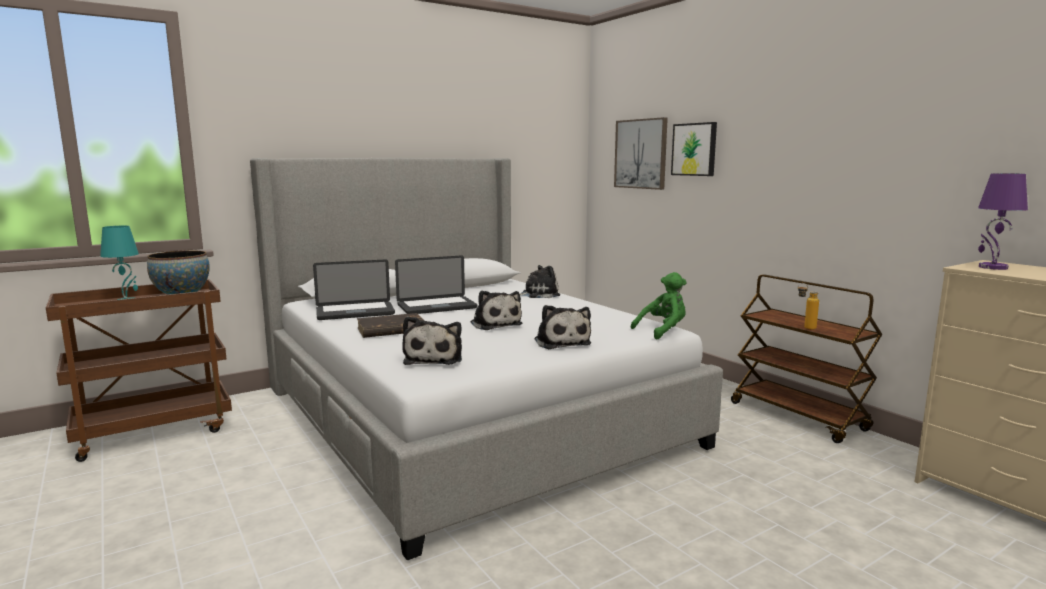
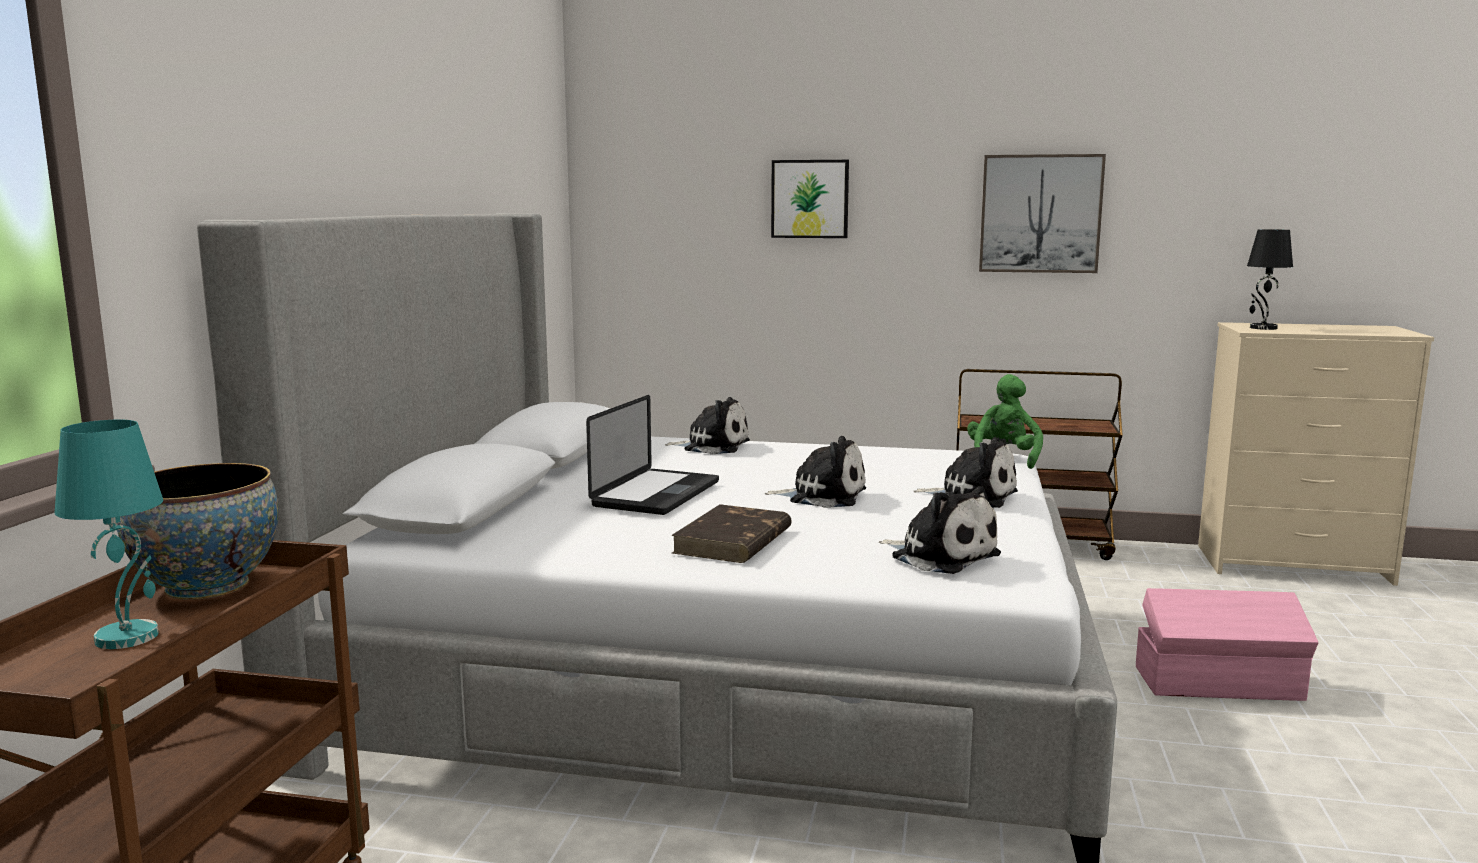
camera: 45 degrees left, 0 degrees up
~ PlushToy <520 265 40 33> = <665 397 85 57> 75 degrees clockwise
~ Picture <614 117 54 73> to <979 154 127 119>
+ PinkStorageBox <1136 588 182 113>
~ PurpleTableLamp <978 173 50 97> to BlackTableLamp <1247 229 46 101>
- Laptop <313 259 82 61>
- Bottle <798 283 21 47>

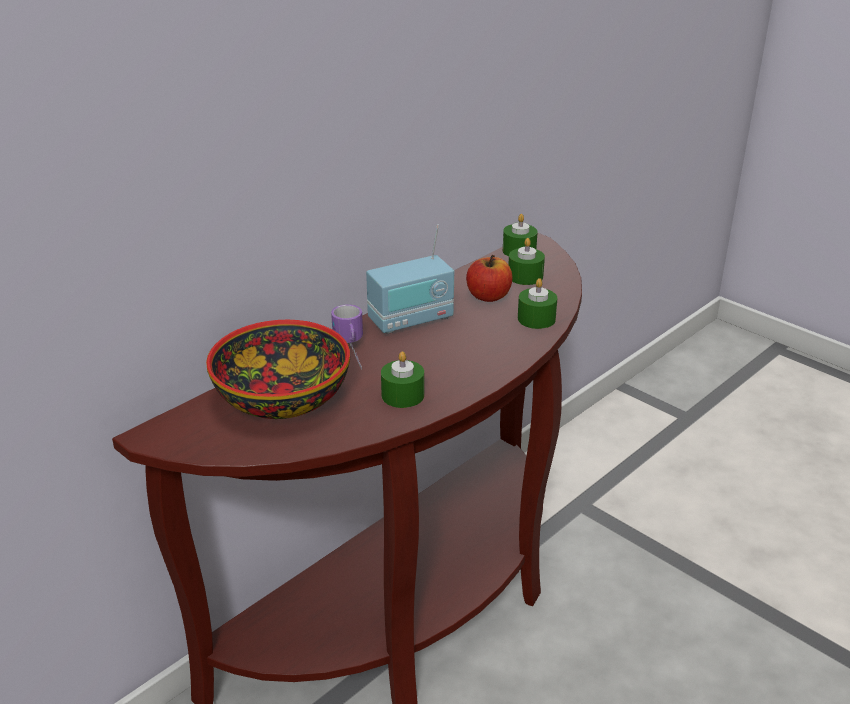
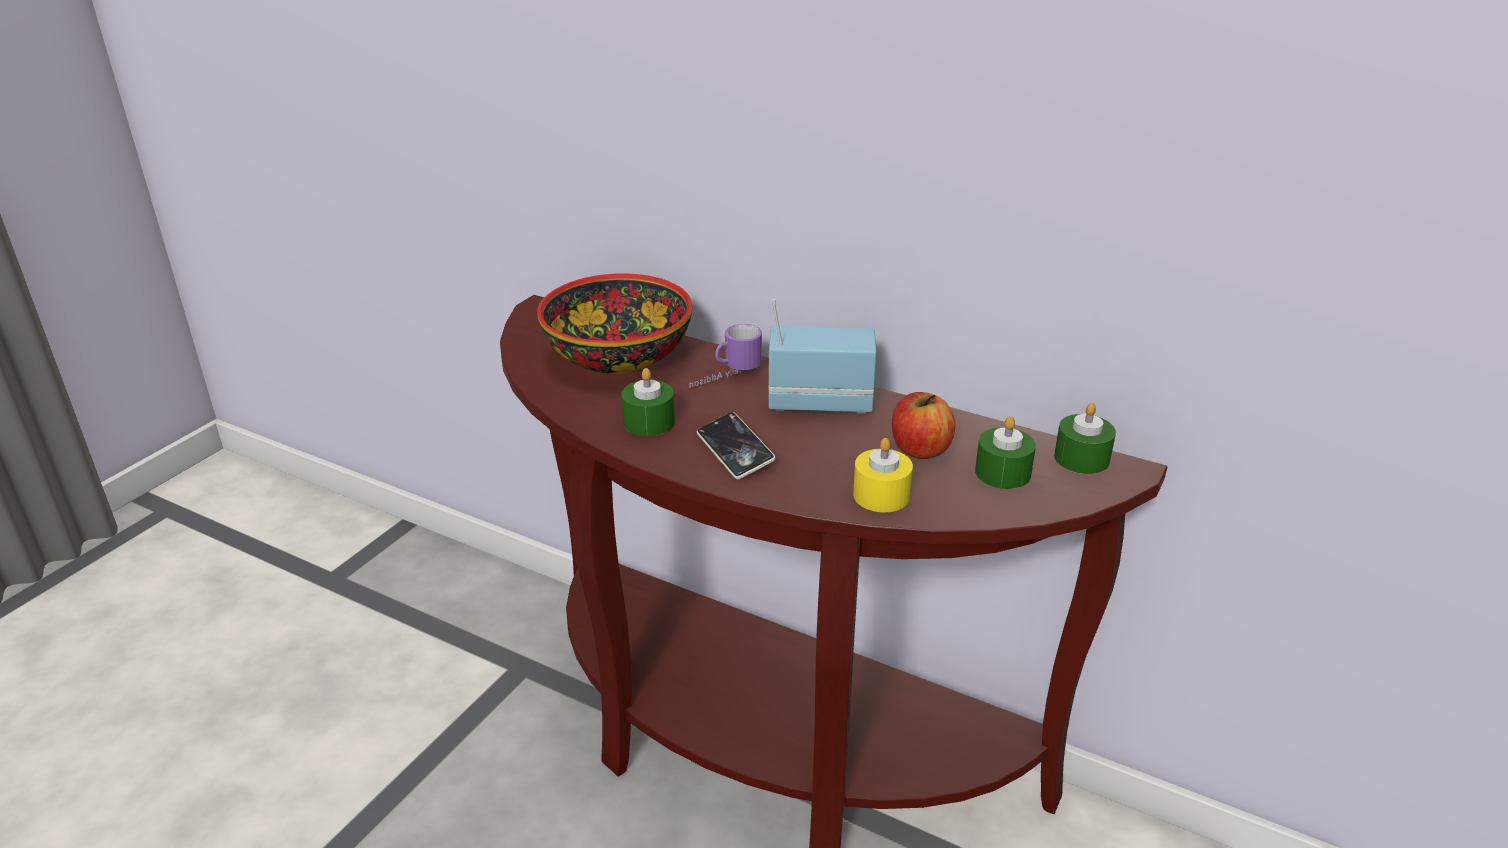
camera: 75 degrees right, 0 degrees up
+ Phone <697 412 78 67>
~ Radio <366 224 88 110> = <768 299 108 115> 135 degrees clockwise
~ GreenCandle <518 278 39 51> to YellowCandle <853 438 60 74>

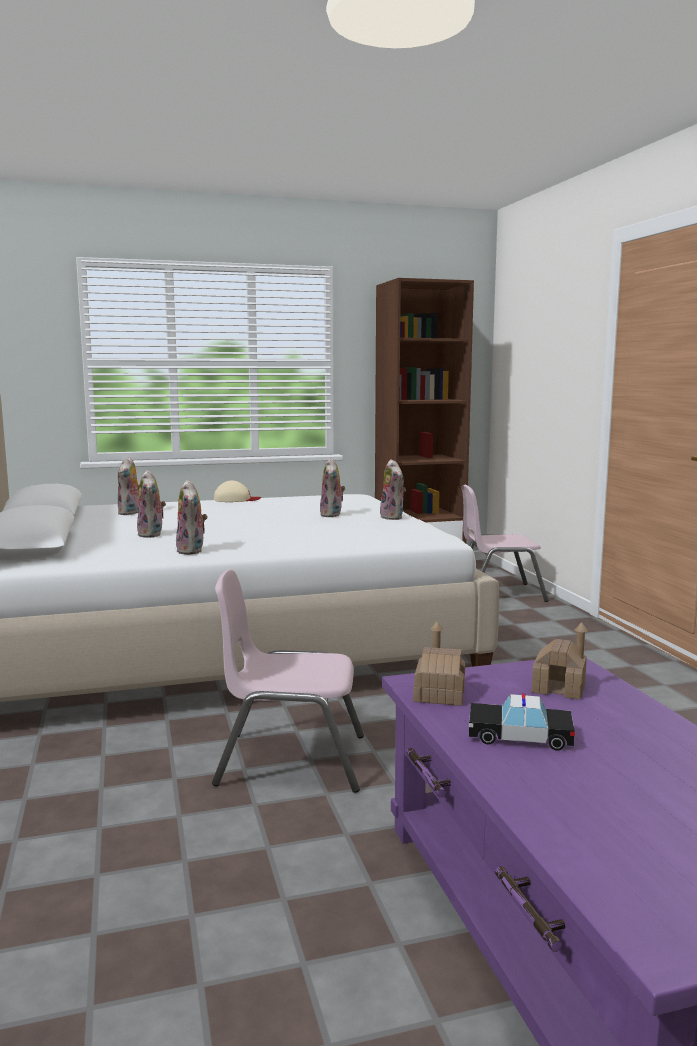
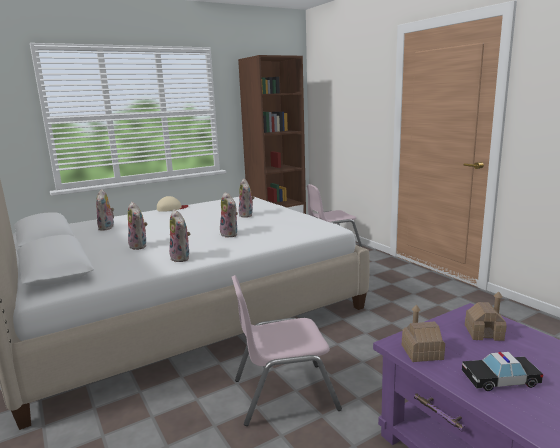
camera: 15 degrees left, 5 degrees up
~ PlushToy <380 459 26 61> to <220 192 18 46>

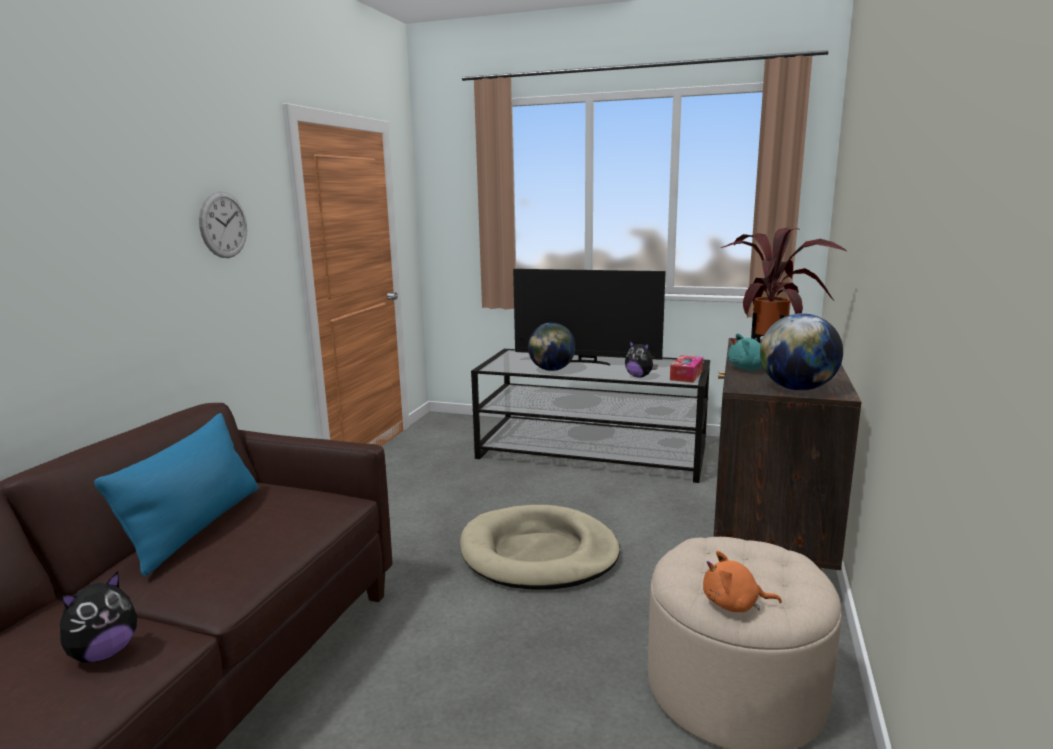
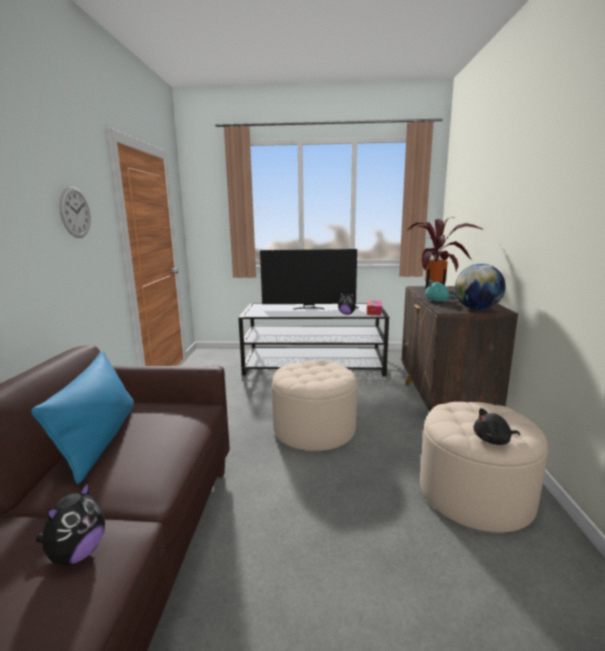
camera: 15 degrees left, 0 degrees up
~ BeigeDogBed <460 505 160 85> to BeigeOttoman <272 360 85 91>
~ OrangePlushToy <703 551 79 61> to BlackPlushToy <474 408 46 37>
- Globe <528 323 48 48>

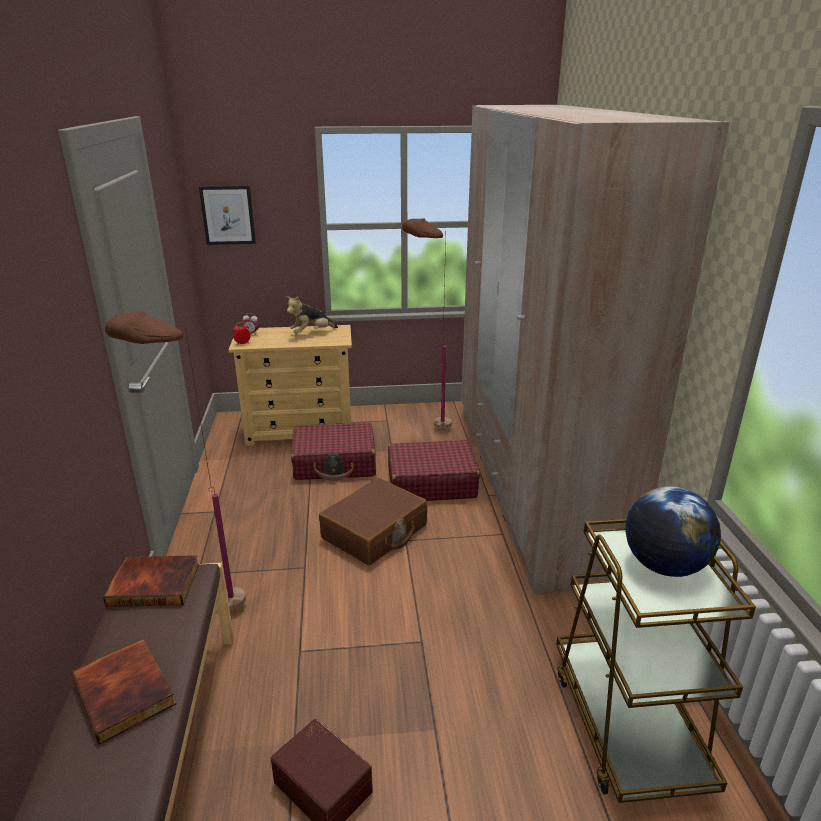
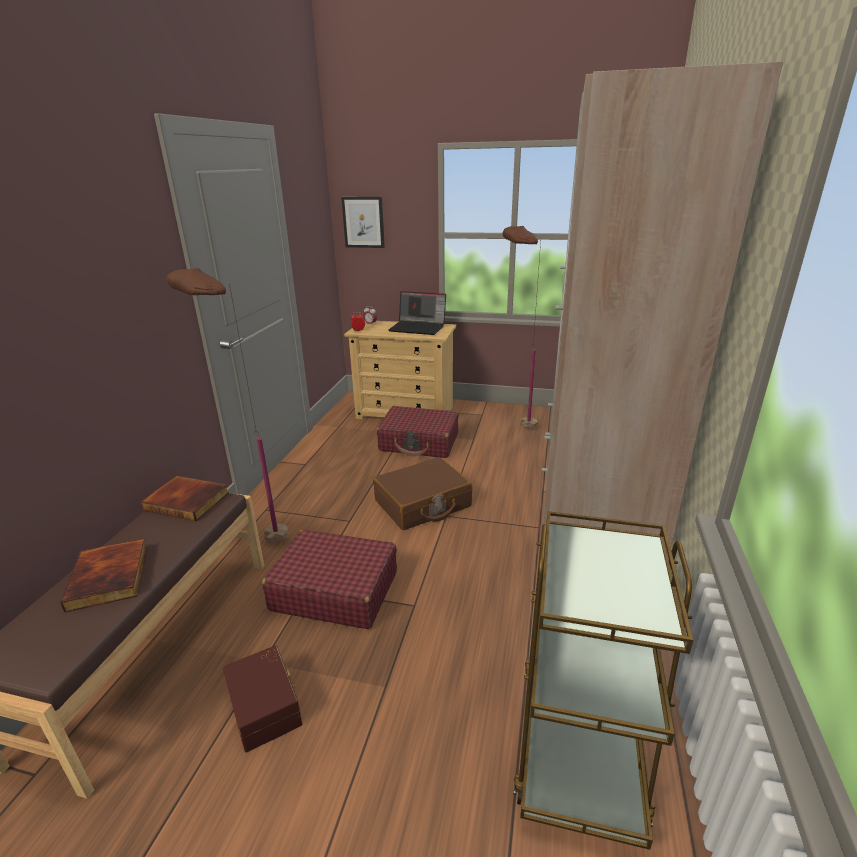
camera: 20 degrees right, 0 degrees up
~ RedSuitcase <388 440 92 61> to <262 530 135 99>
~ PlushToy <286 296 52 38> to Laptop <388 291 58 44>
- Globe <625 486 96 91>

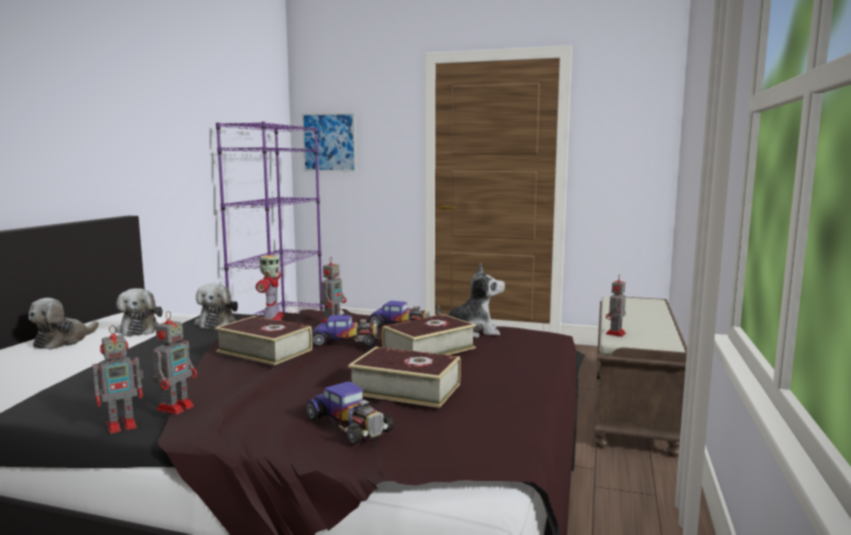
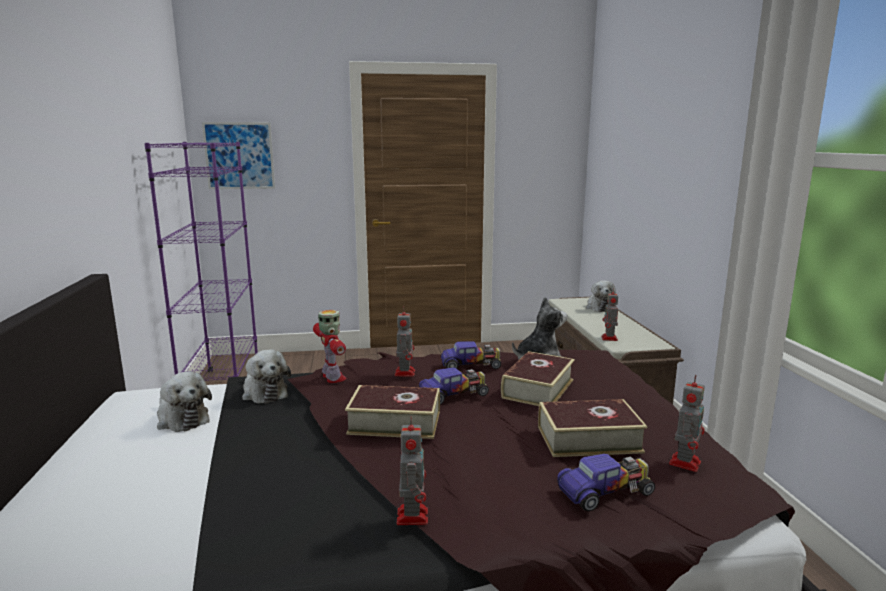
camera: 25 degrees left, 5 degrees up
~ ToyCar <306 382 88 63> = <557 454 98 58> 45 degrees counterclockwise
~ PlushToy <28 298 71 52> to <586 280 30 32>
~ ToyRobot <92 325 52 109> to <669 374 36 98>

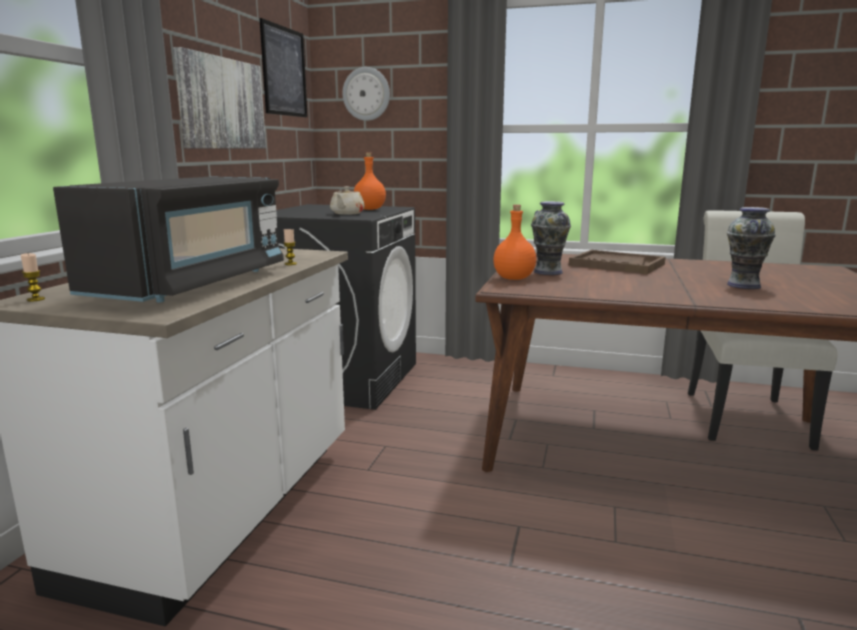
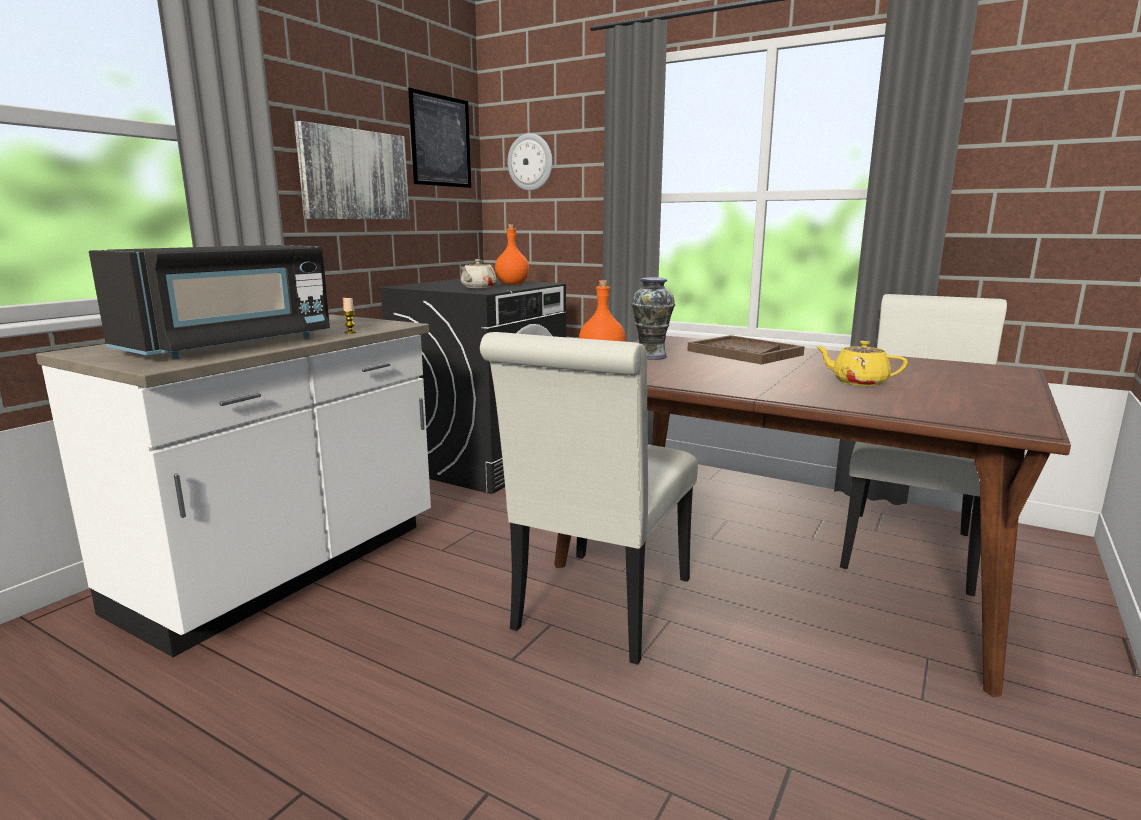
camera: 15 degrees right, 0 degrees up
+ WhiteChair <480 332 218 333>
~ Vase <727 207 48 82> to YellowTeapot <815 341 93 45>
- Candle <21 253 24 49>

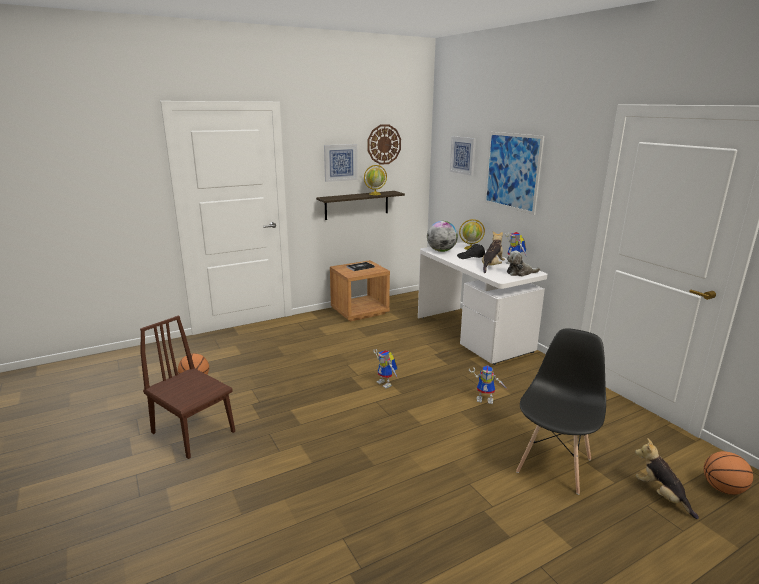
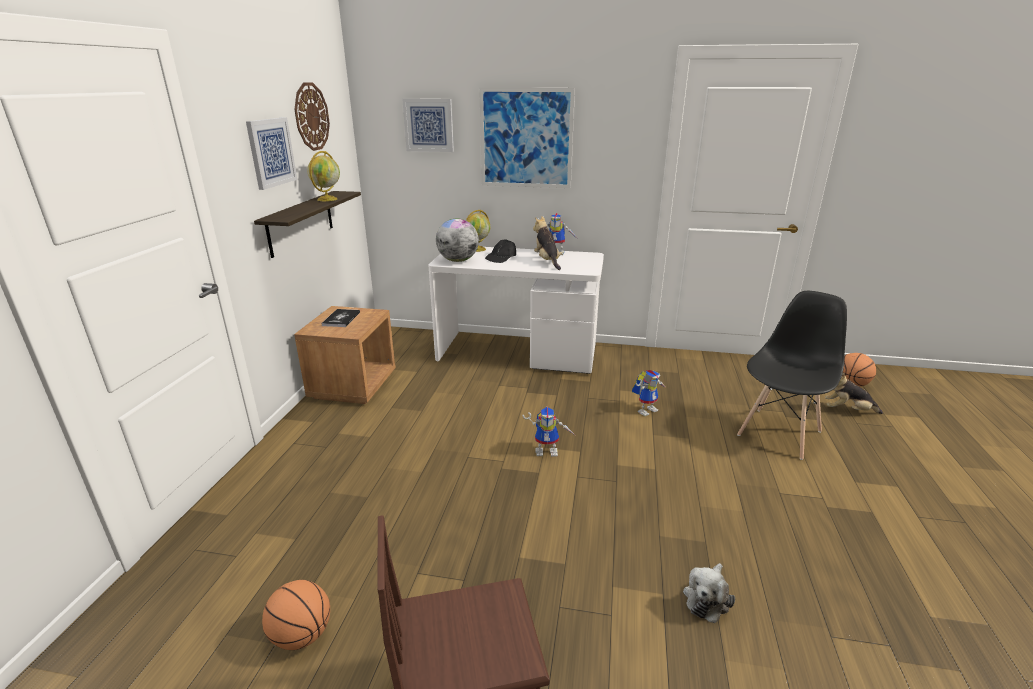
camera: 50 degrees left, 5 degrees up
~ PlushToy <507 251 33 25> to <683 563 52 61>
~ BlackChair <516 328 90 167> = <737 291 110 169> 60 degrees clockwise

